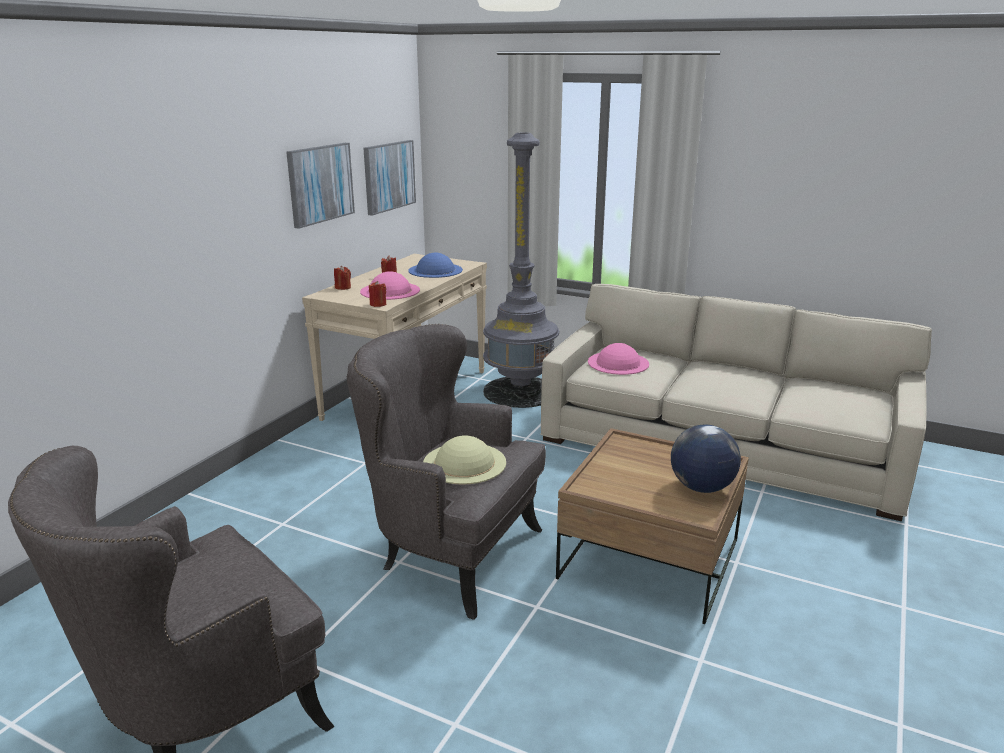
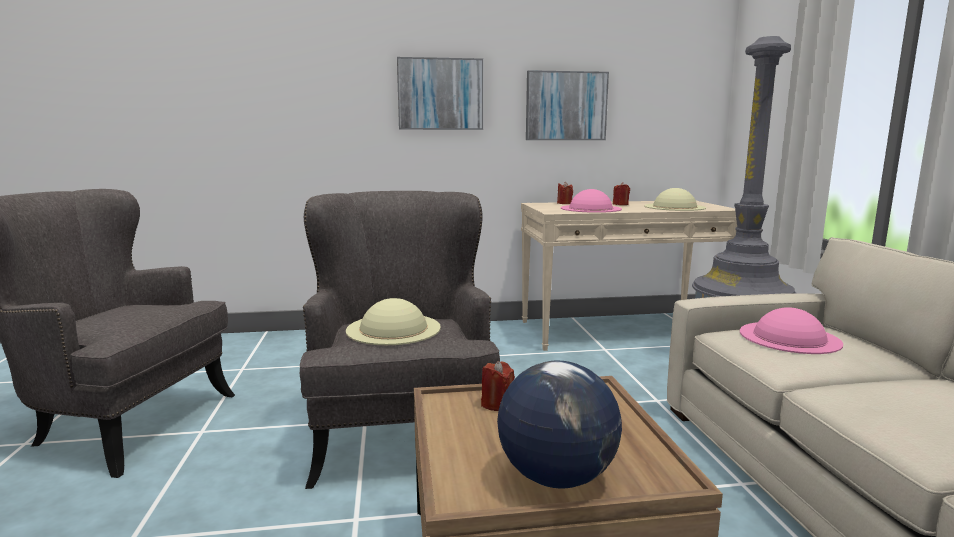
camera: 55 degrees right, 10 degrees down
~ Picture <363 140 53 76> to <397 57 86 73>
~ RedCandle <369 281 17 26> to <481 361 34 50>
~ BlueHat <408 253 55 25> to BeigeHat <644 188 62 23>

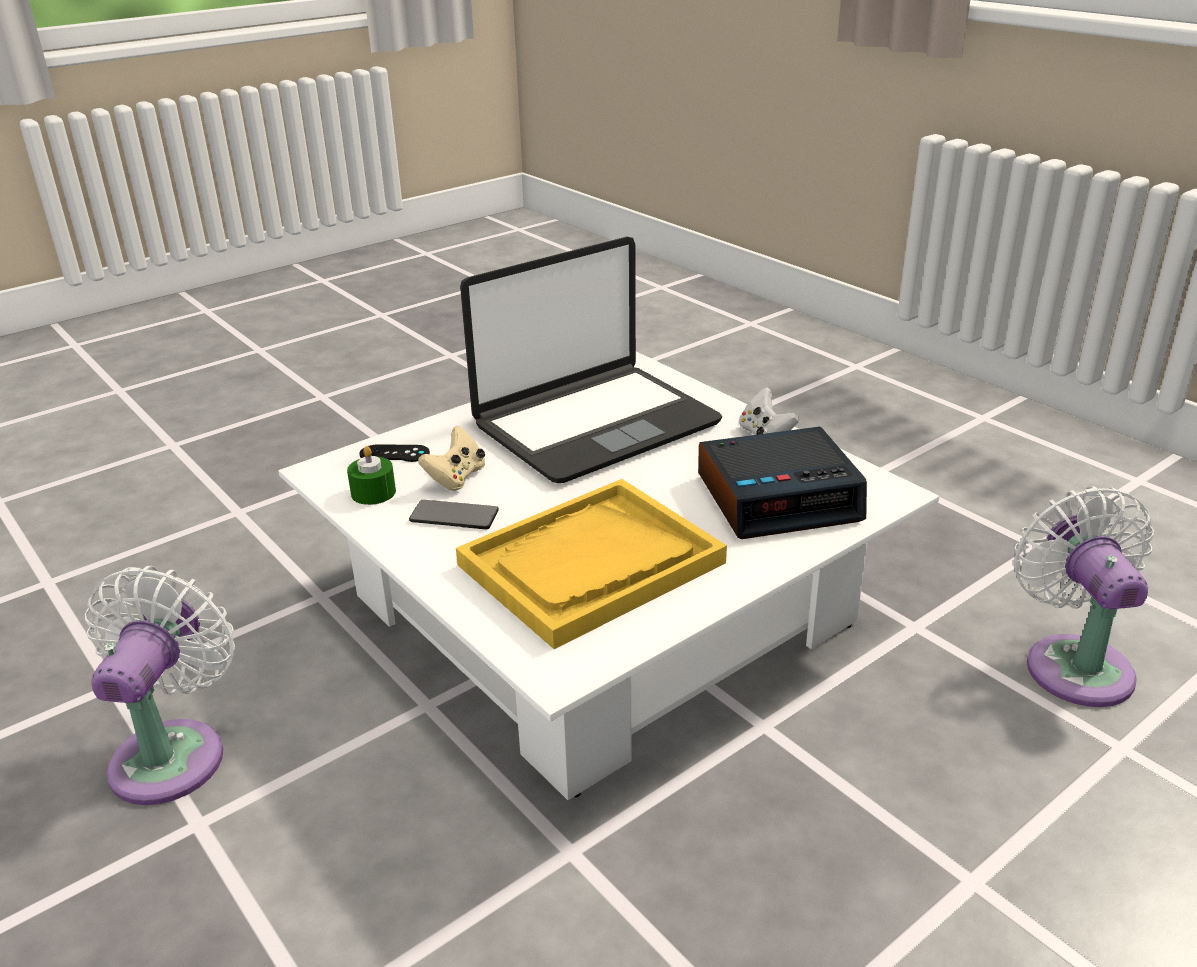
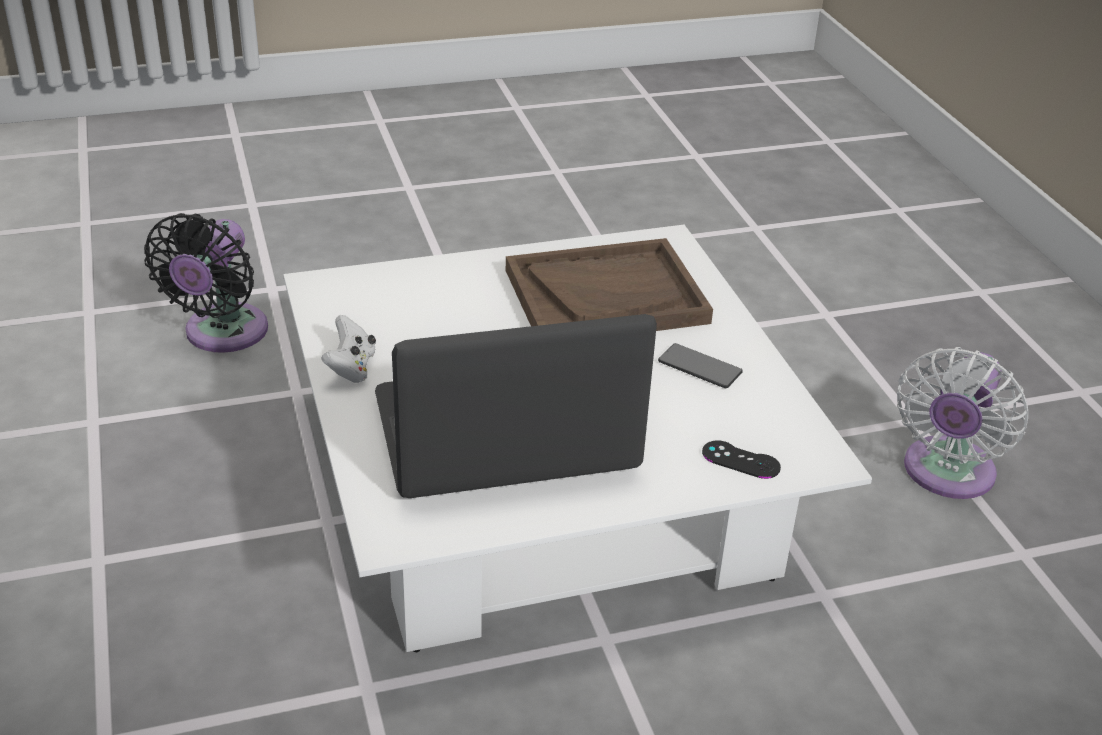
camera: 160 degrees left, 5 degrees up
~ WhiteFan <1014 486 140 221> to BlackFan <144 213 124 140>
~ YellowTray <456 479 271 170> to BrownTray <506 238 207 93>
- GreenCandle <347 446 49 59>
- BeigeGameController <418 426 67 65>
- AlarmClock <698 427 169 112>

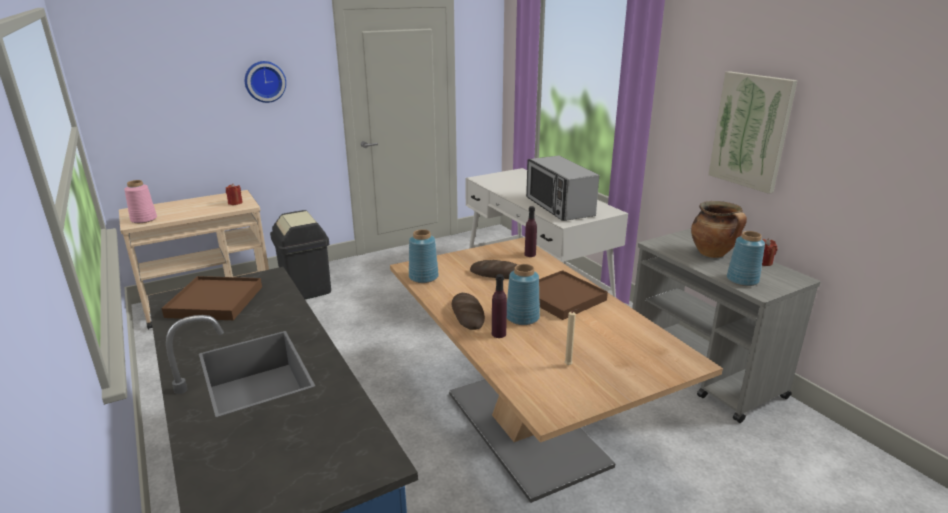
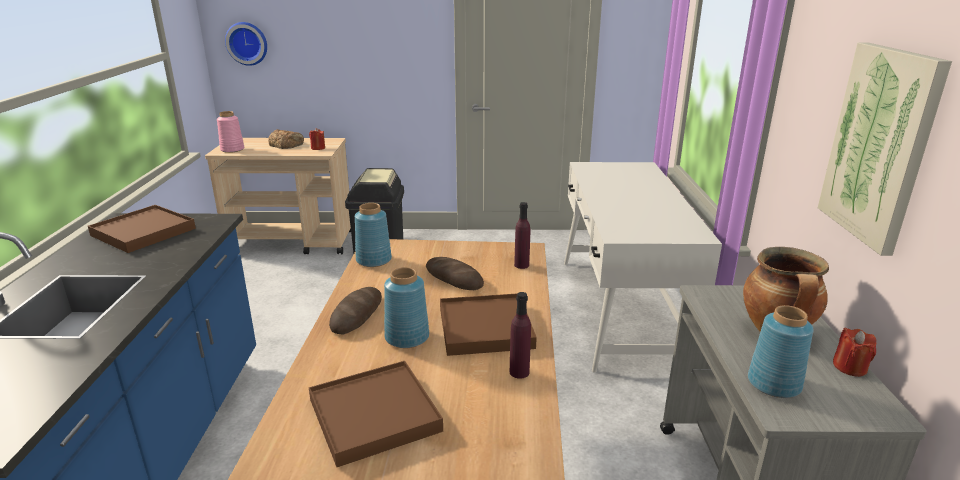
camera: 30 degrees right, 0 degrees up
~ WallClock <245 61 41 42> to <225 22 42 44>
+ Bread <268 129 36 20>
~ BeigeCandle <564 309 14 56> to BrownTray <309 361 134 106>
~ PurpleBottle <492 274 15 64> to <510 292 21 87>
- Microwave <526 156 73 65>

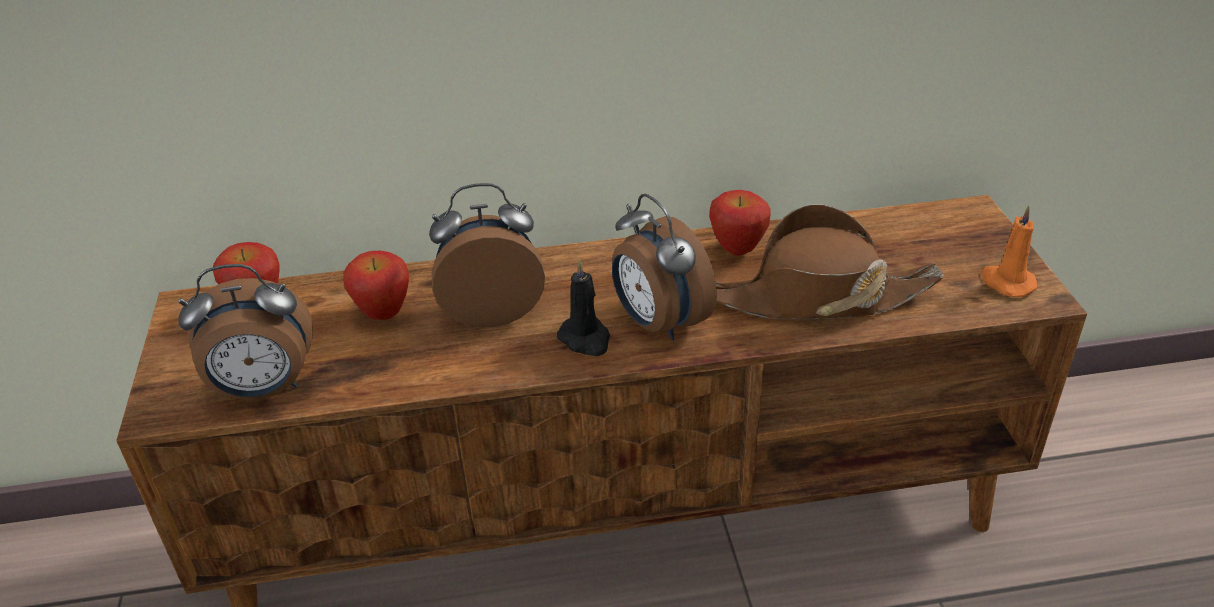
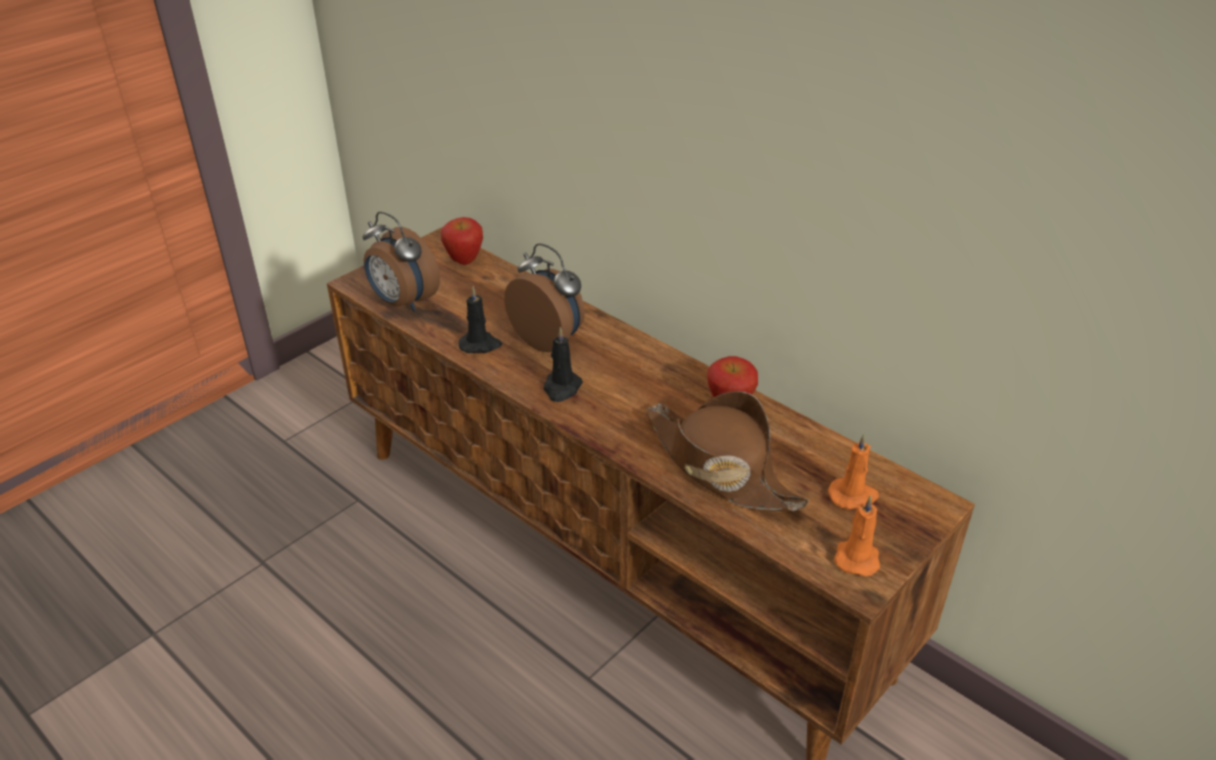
camera: 50 degrees right, 0 degrees up
+ BlackCandle <458 286 44 67>
+ OrangeCandle <828 434 51 76>
- Apple <343 251 66 69>
- AlarmClock <612 194 105 147>

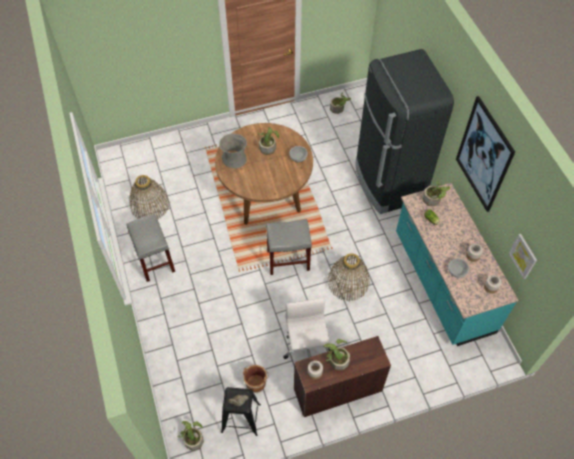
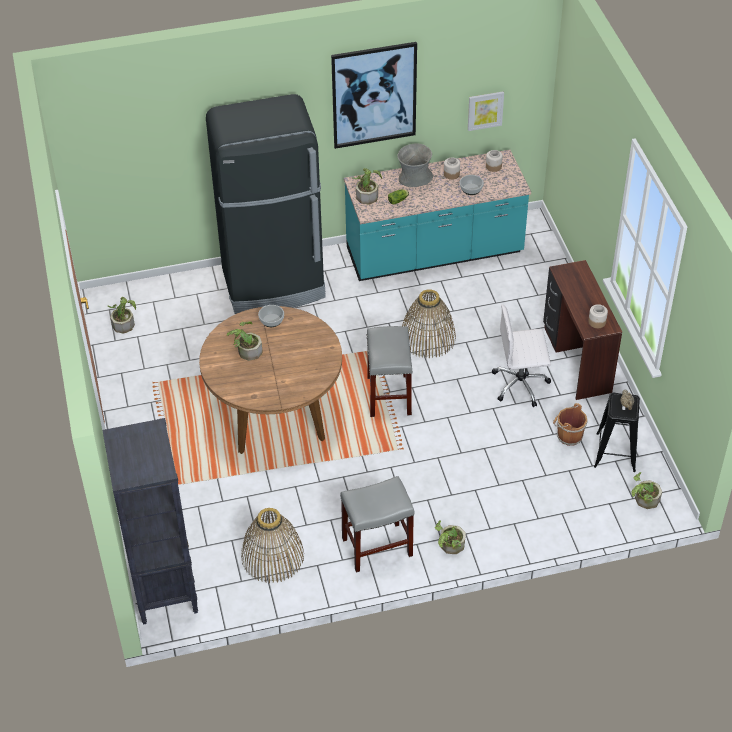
camera: 85 degrees left, 10 degrees down
+ BlackBookcase <102 418 96 207>
~ GreyVase <219 134 28 34> to <398 144 35 43>
~ PottedPlant <323 339 27 32> to <435 520 31 34>

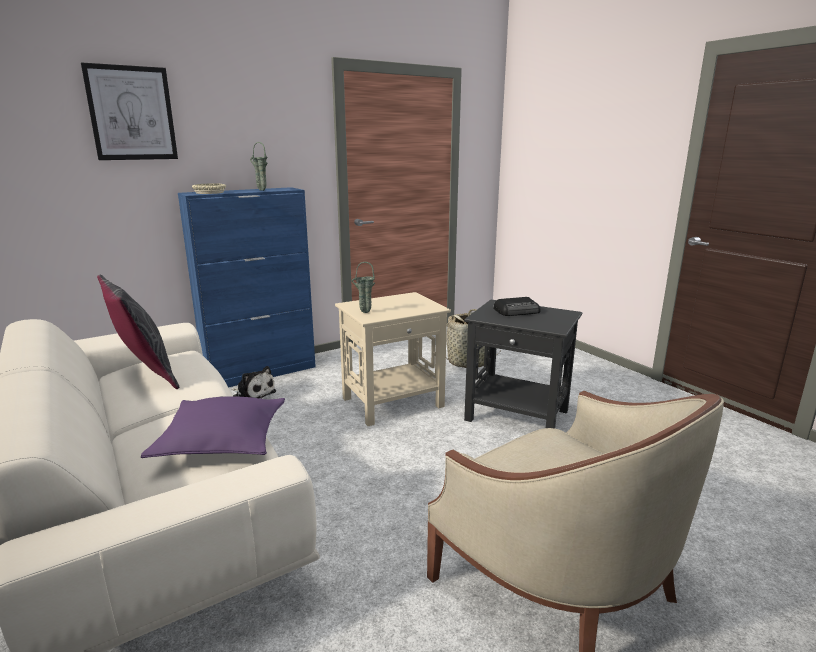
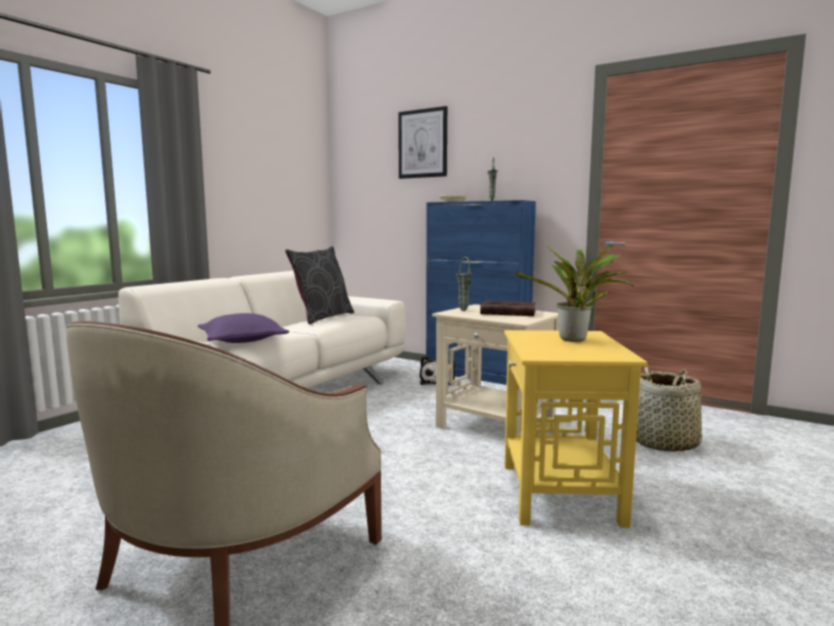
camera: 65 degrees right, 10 degrees down
+ BrownBook <480 301 56 15>
~ BlackSideTable <464 300 118 128> to YellowSideTable <504 330 144 198>
~ Radio <494 297 46 19> to PottedPlant <515 245 119 97>

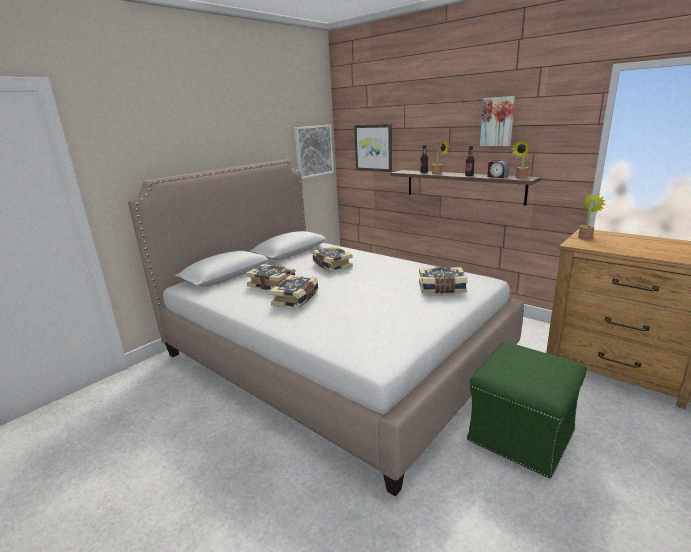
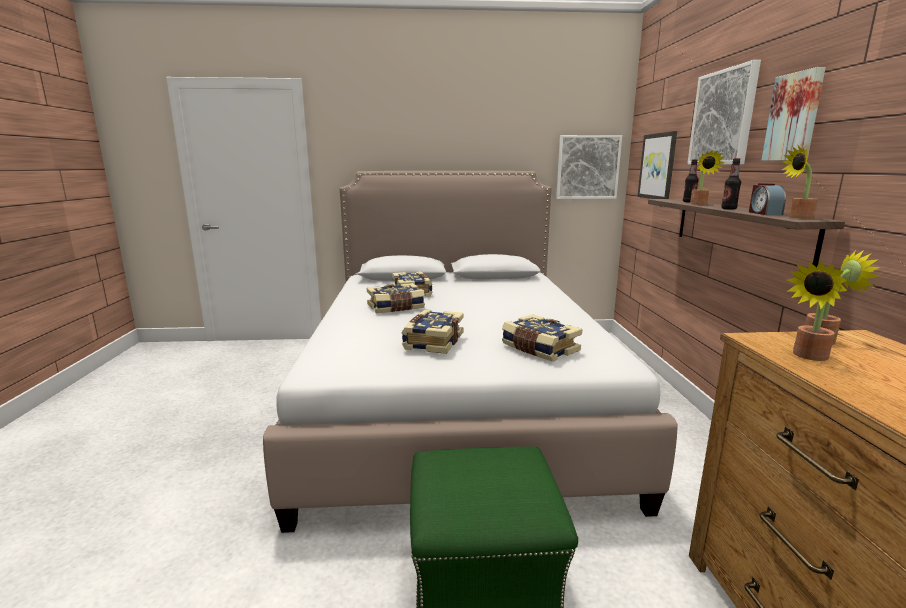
camera: 45 degrees right, 5 degrees down
~ Book <312 246 41 26> to <402 309 62 45>
+ Picture <687 60 74 104>
+ PottedPlant <787 261 60 100>

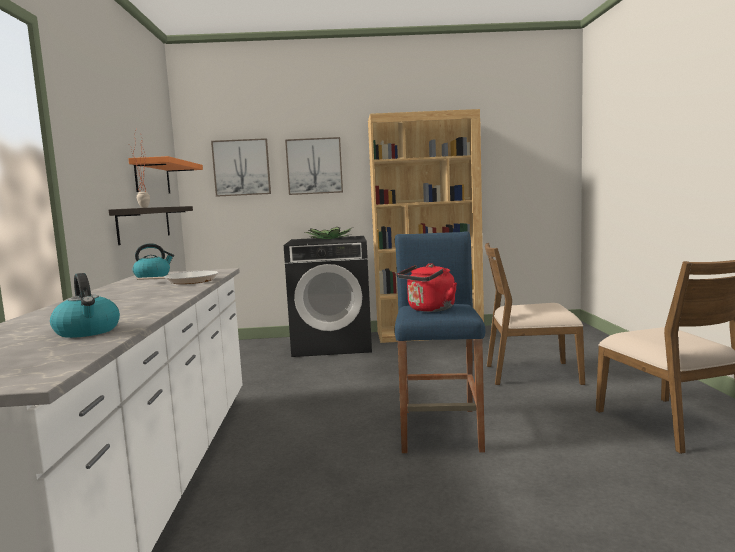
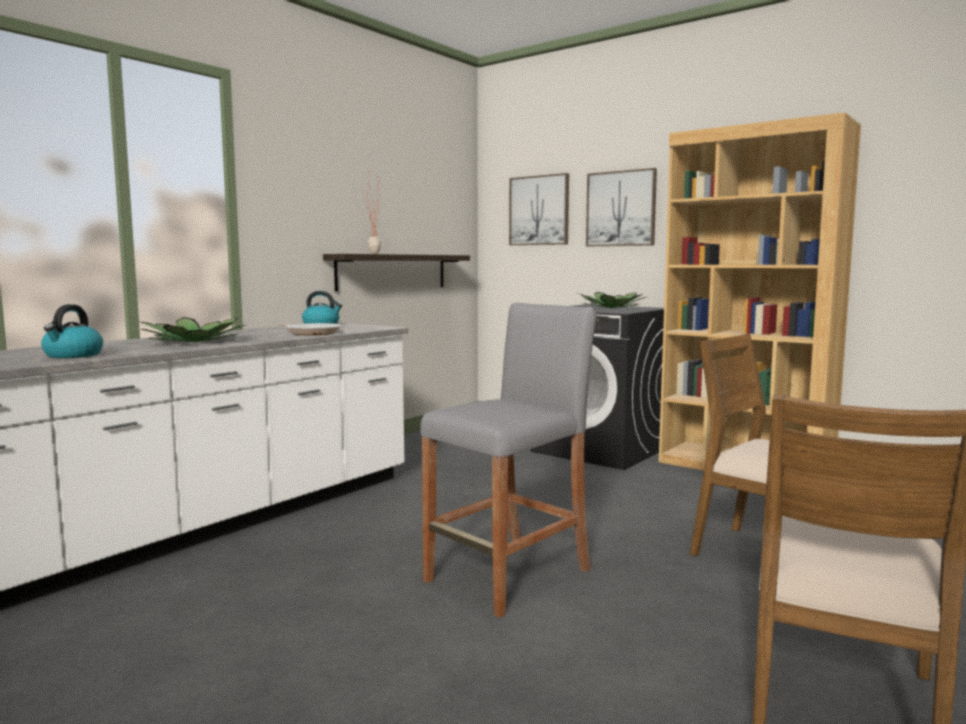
camera: 40 degrees right, 0 degrees up
+ PottedPlant <141 317 104 25>
~ BlueStool <394 231 91 222> to GreyStool <420 303 177 315>
- OrangeShelf <128 156 75 37>
- RedKettle <398 263 59 49>

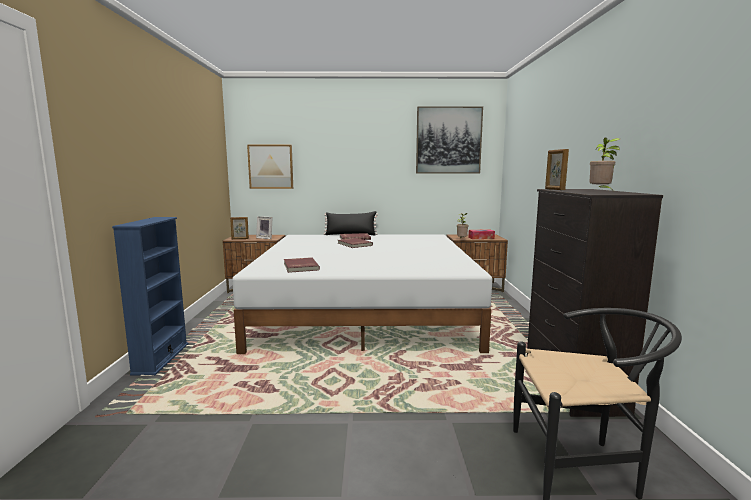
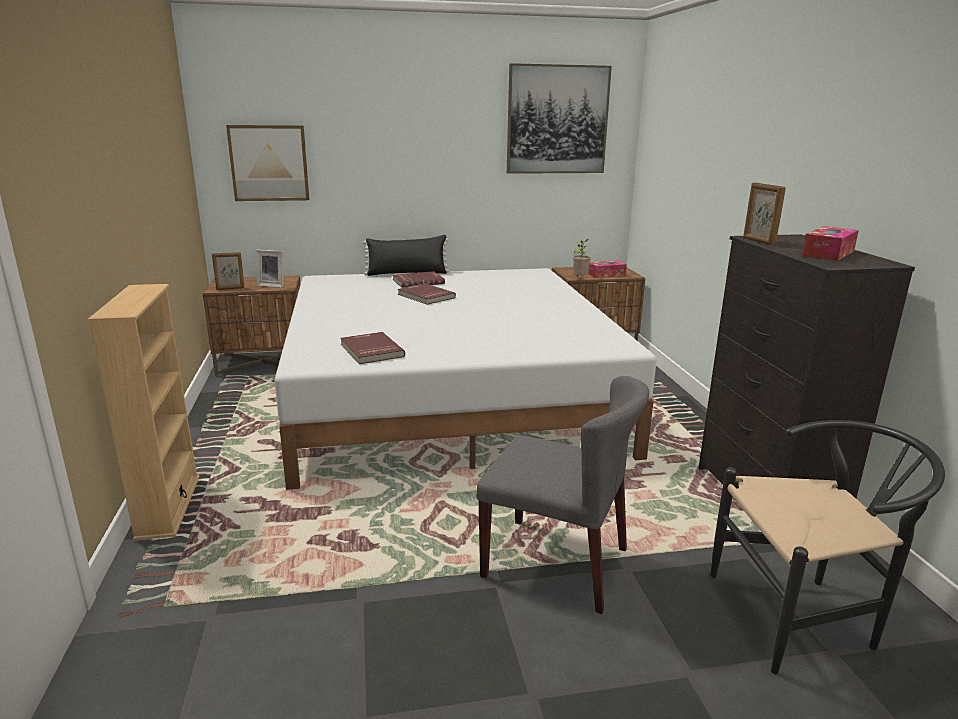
camera: 10 degrees left, 10 degrees up
~ BlueBookcase <112 217 76 159> to BeigeBookcase <88 284 112 257>
+ GreyChair <476 376 173 238>
~ PottedPlant <589 137 31 55> to TissueBox <802 226 57 35>

